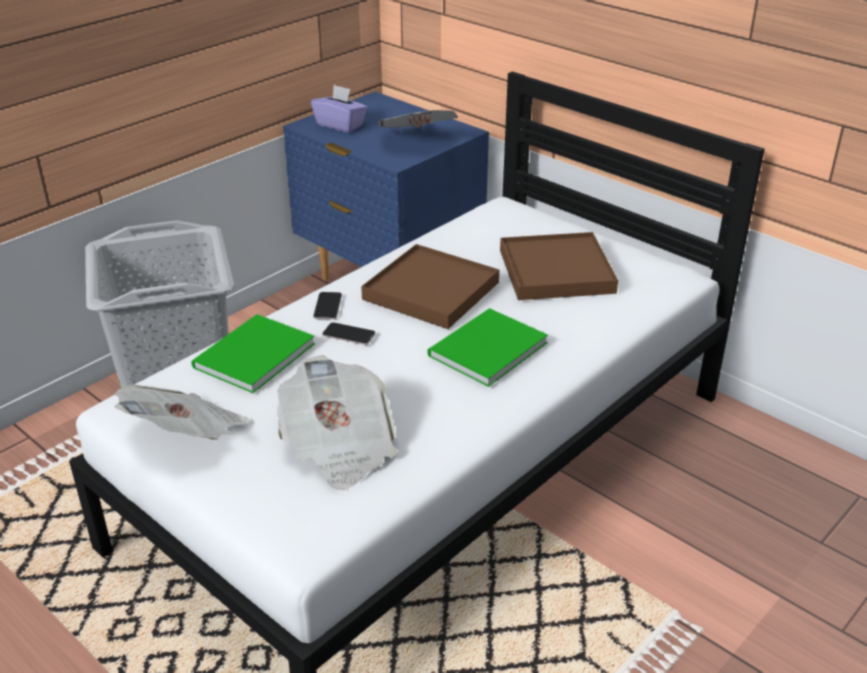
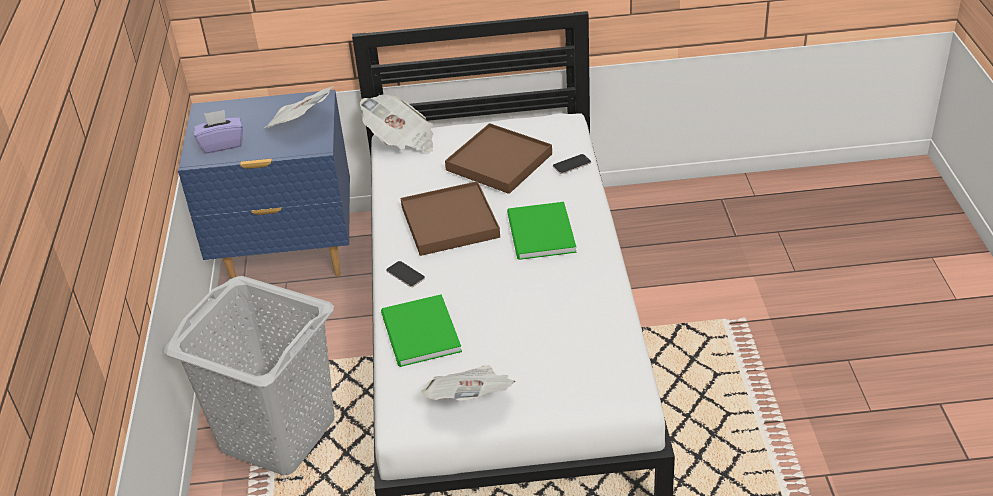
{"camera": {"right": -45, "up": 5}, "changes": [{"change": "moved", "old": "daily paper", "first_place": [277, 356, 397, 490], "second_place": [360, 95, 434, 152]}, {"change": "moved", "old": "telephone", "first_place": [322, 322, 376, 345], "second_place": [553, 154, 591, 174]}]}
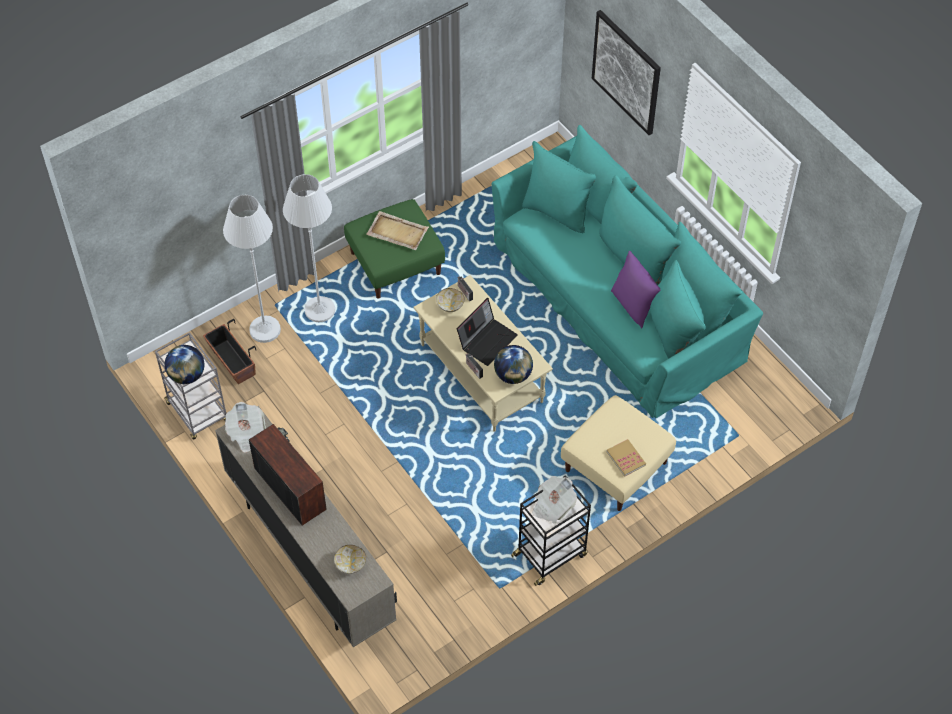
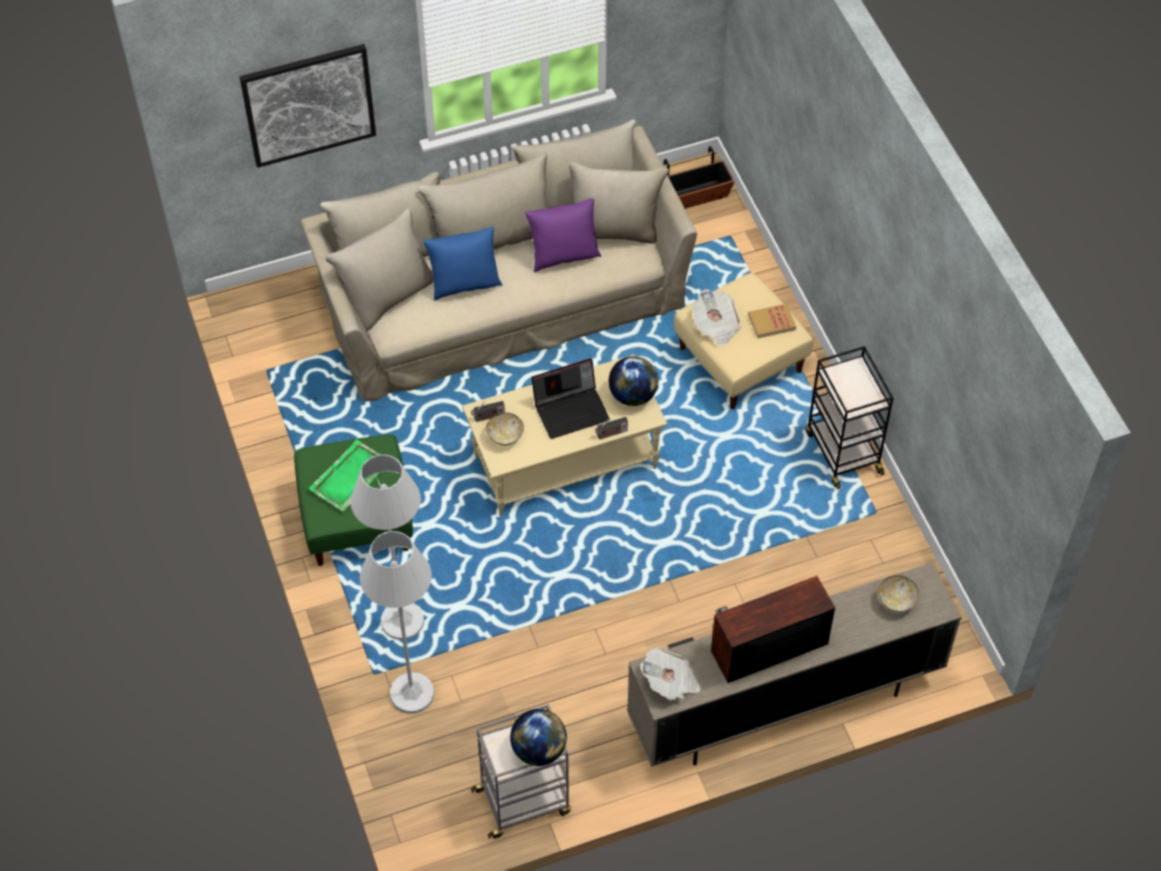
{"camera": {"right": -75, "up": 0}, "changes": [{"change": "added", "new": "cushion (blue)", "second_place": [423, 227, 502, 300]}, {"change": "moved", "old": "flower pot", "first_place": [203, 319, 256, 384], "second_place": [664, 146, 735, 209]}, {"change": "moved", "old": "daily paper", "first_place": [532, 476, 577, 523], "second_place": [692, 289, 741, 347]}, {"change": "recoloured", "old": "tray (sand-coloured)", "new": "tray (green)", "first_place": [366, 211, 429, 250], "second_place": [308, 440, 381, 512]}, {"change": "recoloured", "old": "sofa (turquoise-coloured)", "new": "sofa (sand-coloured)", "first_place": [492, 125, 763, 418], "second_place": [301, 119, 697, 402]}, {"change": "turned", "old": "notebook computer", "first_place": [457, 298, 518, 366], "second_place": [531, 358, 610, 439], "degrees": 105}]}
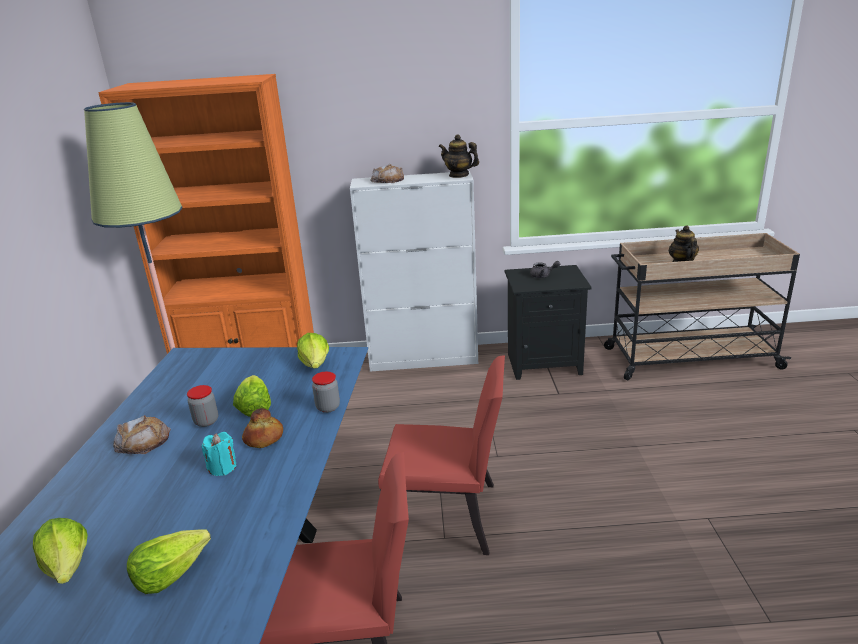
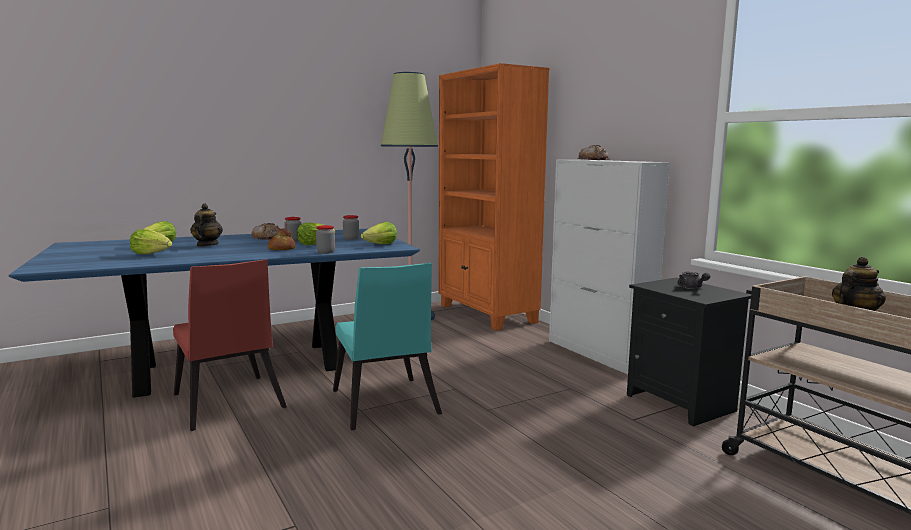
{"camera": {"right": 60, "up": -15}, "changes": [{"change": "removed", "old": "wax light (turquoise-coloured)", "first_place": [202, 432, 237, 476]}, {"change": "added", "new": "preserve jar", "second_place": [343, 215, 359, 240]}, {"change": "moved", "old": "tea pot", "first_place": [439, 134, 479, 178], "second_place": [190, 204, 223, 246]}, {"change": "recoloured", "old": "upright chair (reddish)", "new": "upright chair (turquoise-coloured)", "first_place": [378, 355, 505, 555], "second_place": [333, 263, 442, 430]}]}
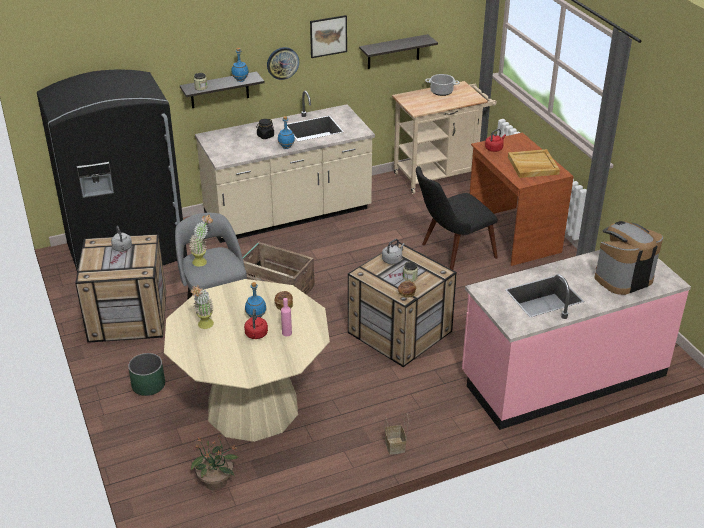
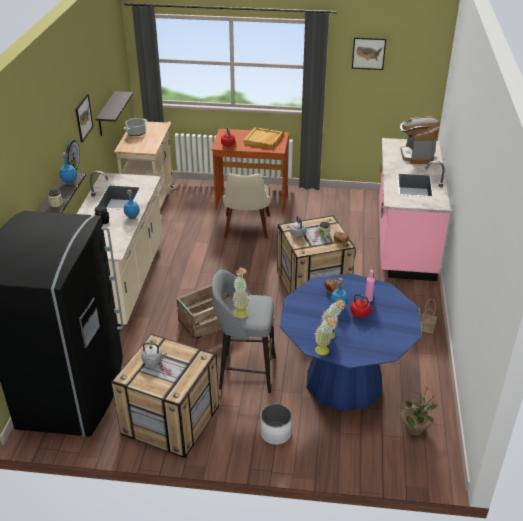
{"camera": {"right": -60, "up": 0}, "changes": [{"change": "added", "new": "houseplant", "second_place": [315, 316, 337, 355]}, {"change": "added", "new": "picture", "second_place": [352, 37, 386, 70]}, {"change": "recoloured", "old": "flower pot (green)", "new": "flower pot (white-coloured)", "first_place": [128, 353, 165, 396], "second_place": [260, 404, 292, 445]}, {"change": "recoloured", "old": "dinner table (sand-coloured)", "new": "dinner table (blue)", "first_place": [164, 279, 330, 442], "second_place": [280, 273, 422, 411]}, {"change": "recoloured", "old": "upright chair (black-coloured)", "new": "upright chair (sand-coloured)", "first_place": [416, 166, 498, 270], "second_place": [223, 173, 270, 239]}]}
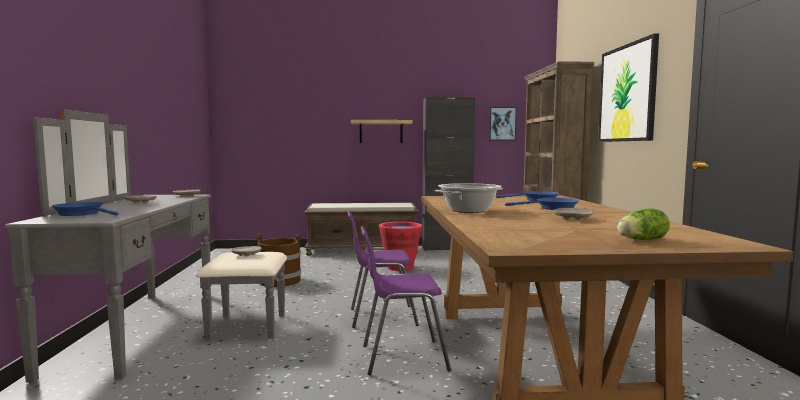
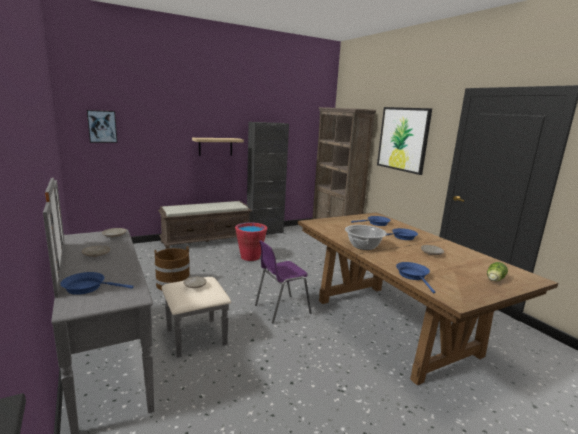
{"camera": {"right": -25, "up": 10}, "changes": [{"change": "removed", "old": "upright chair (purple)", "first_place": [360, 226, 451, 376]}, {"change": "added", "new": "skillet (blue)", "second_place": [396, 262, 435, 293]}, {"change": "moved", "old": "picture", "first_place": [489, 107, 517, 141], "second_place": [87, 110, 117, 143]}]}
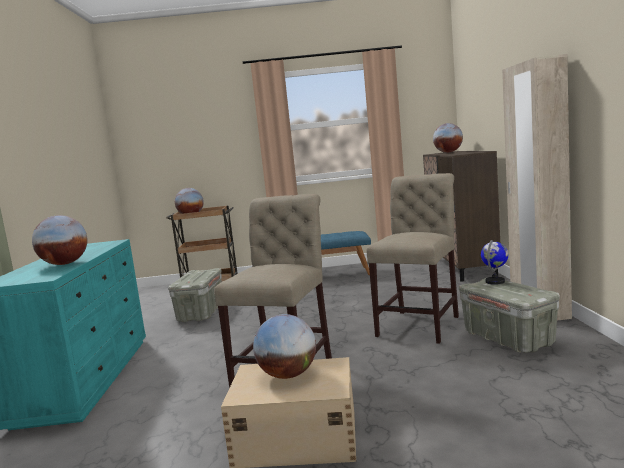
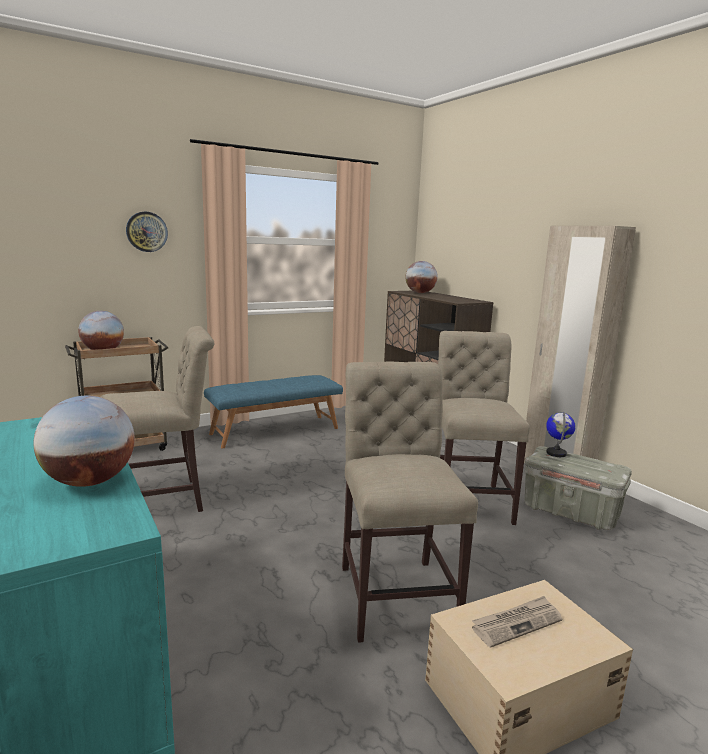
{"camera": {"right": -30, "up": 5}, "changes": [{"change": "added", "new": "wall clock", "second_place": [126, 212, 168, 252]}, {"change": "replaced", "old": "storage box (gray)", "new": "upright chair (sand-coloured)", "first_place": [168, 268, 222, 322], "second_place": [100, 326, 214, 512]}, {"change": "replaced", "old": "world globe", "new": "daily paper", "first_place": [253, 314, 316, 379], "second_place": [472, 596, 562, 648]}]}
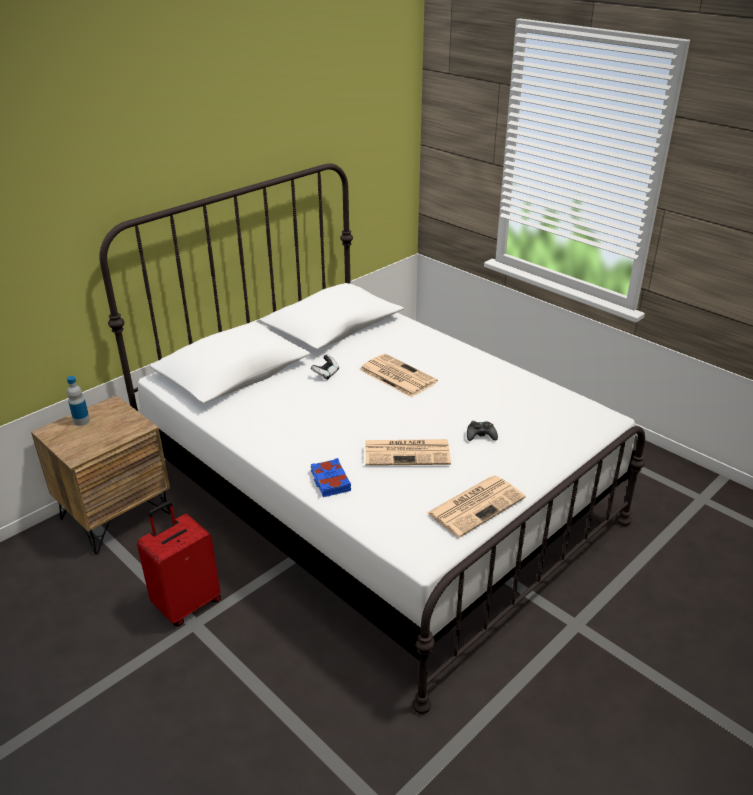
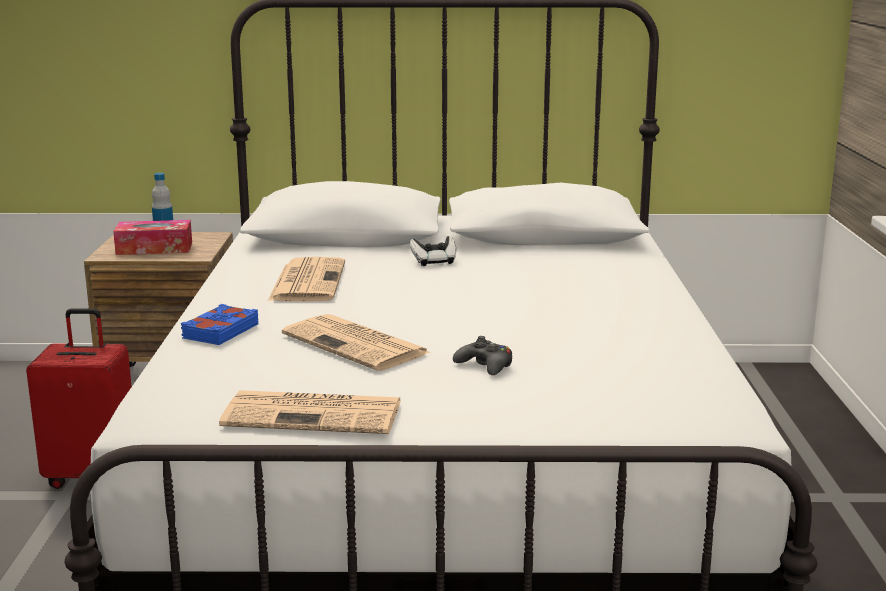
{"camera": {"right": 45, "up": -15}, "changes": [{"change": "added", "new": "tissue holder", "second_place": [113, 220, 192, 255]}, {"change": "moved", "old": "daily paper", "first_place": [360, 354, 438, 397], "second_place": [268, 257, 345, 301]}]}
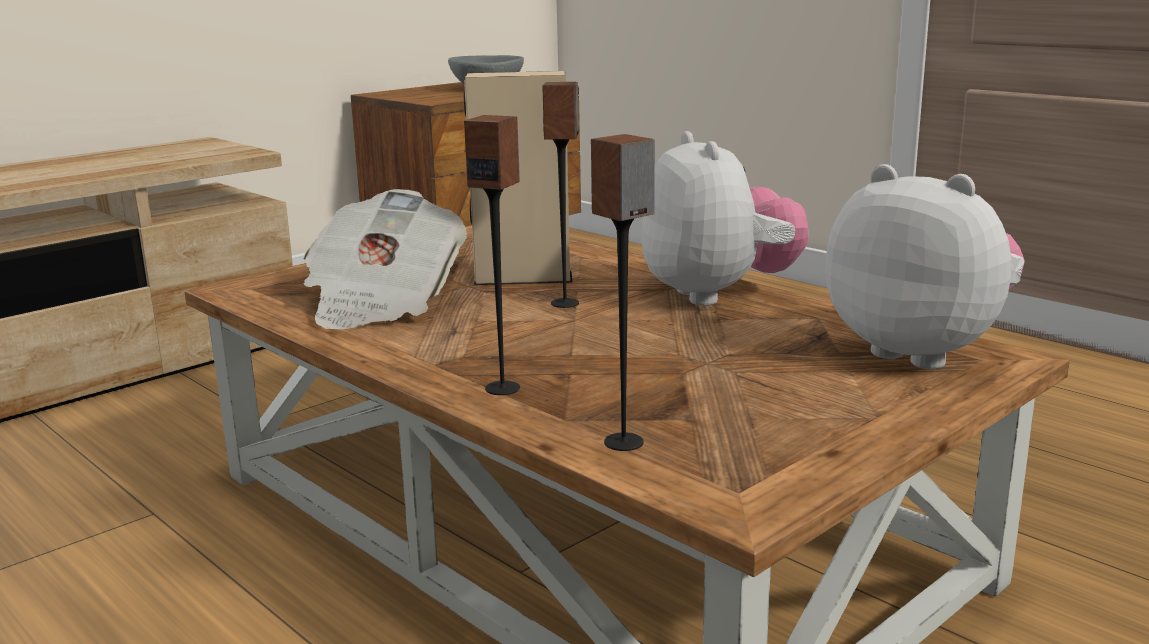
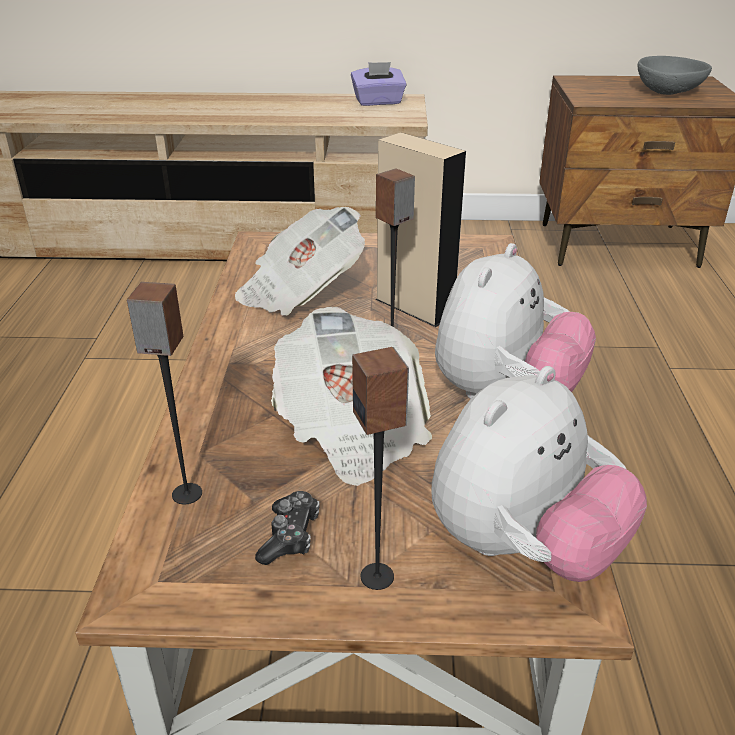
{"camera": {"right": 45, "up": 15}, "changes": [{"change": "added", "new": "joypad", "second_place": [255, 491, 320, 565]}, {"change": "added", "new": "daily paper", "second_place": [271, 307, 432, 486]}, {"change": "added", "new": "tissue holder (purple)", "second_place": [351, 62, 407, 106]}, {"change": "moved", "old": "loudspeaker", "first_place": [464, 115, 520, 395], "second_place": [352, 347, 409, 590]}, {"change": "turned", "old": "soft toy", "first_place": [825, 164, 1025, 369], "second_place": [431, 366, 647, 582], "degrees": 45}]}
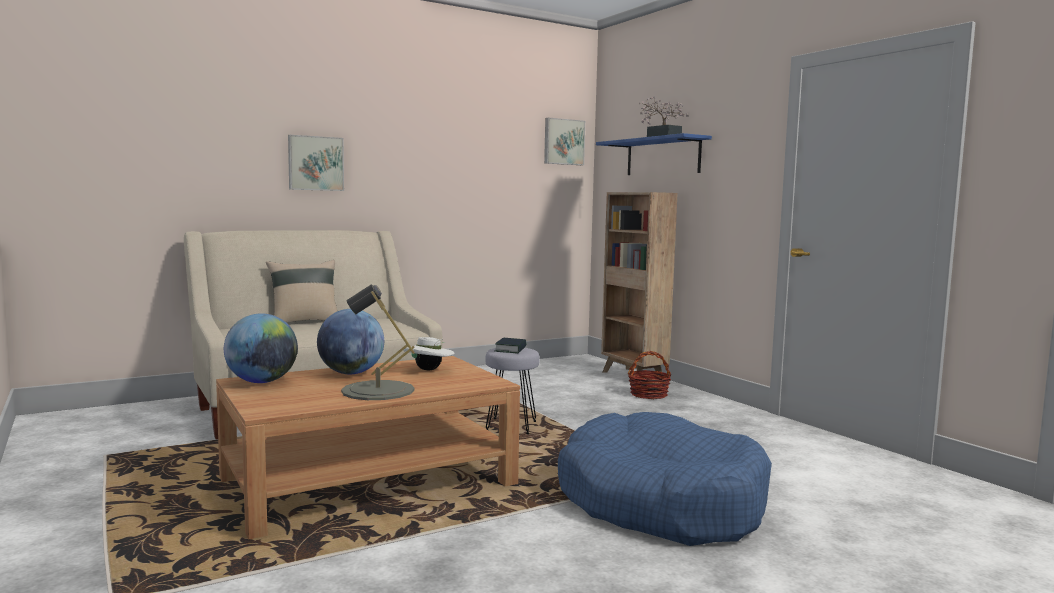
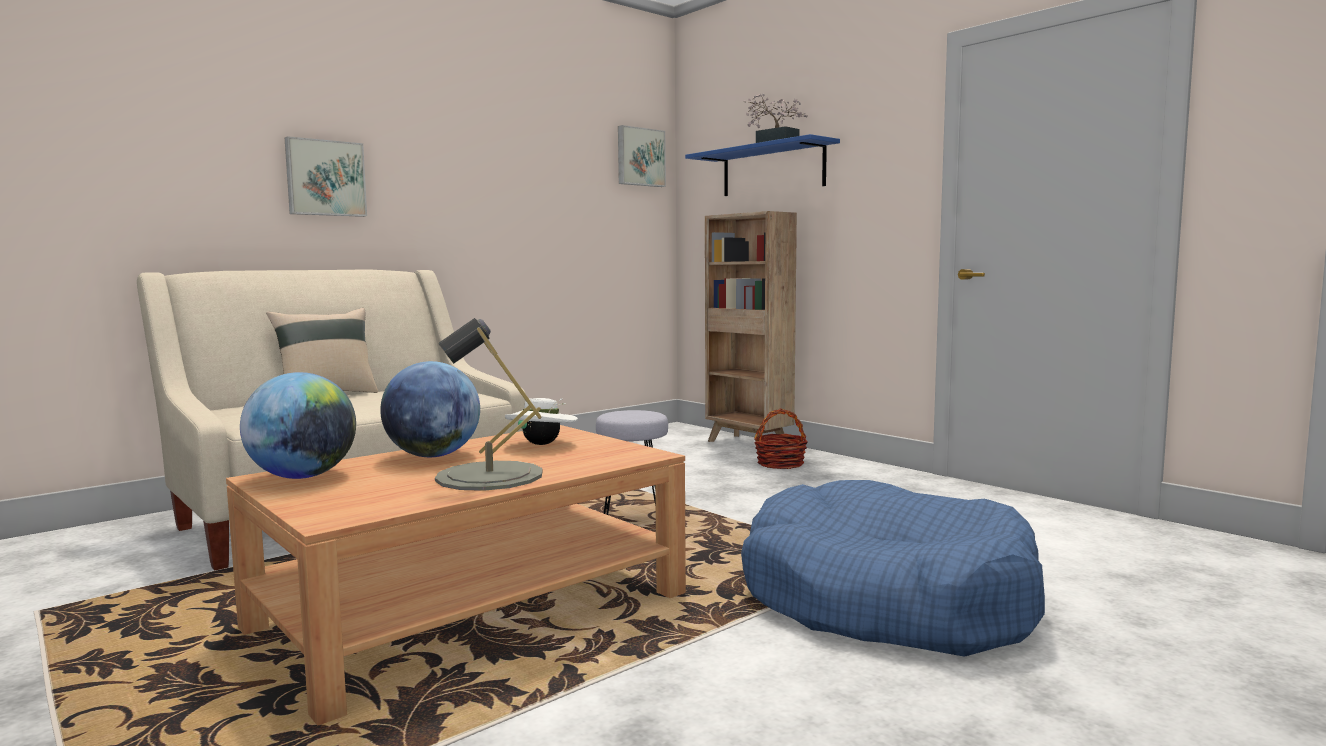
{"camera": {"right": -10, "up": 0}, "changes": [{"change": "removed", "old": "bound book", "first_place": [494, 338, 526, 354]}]}
